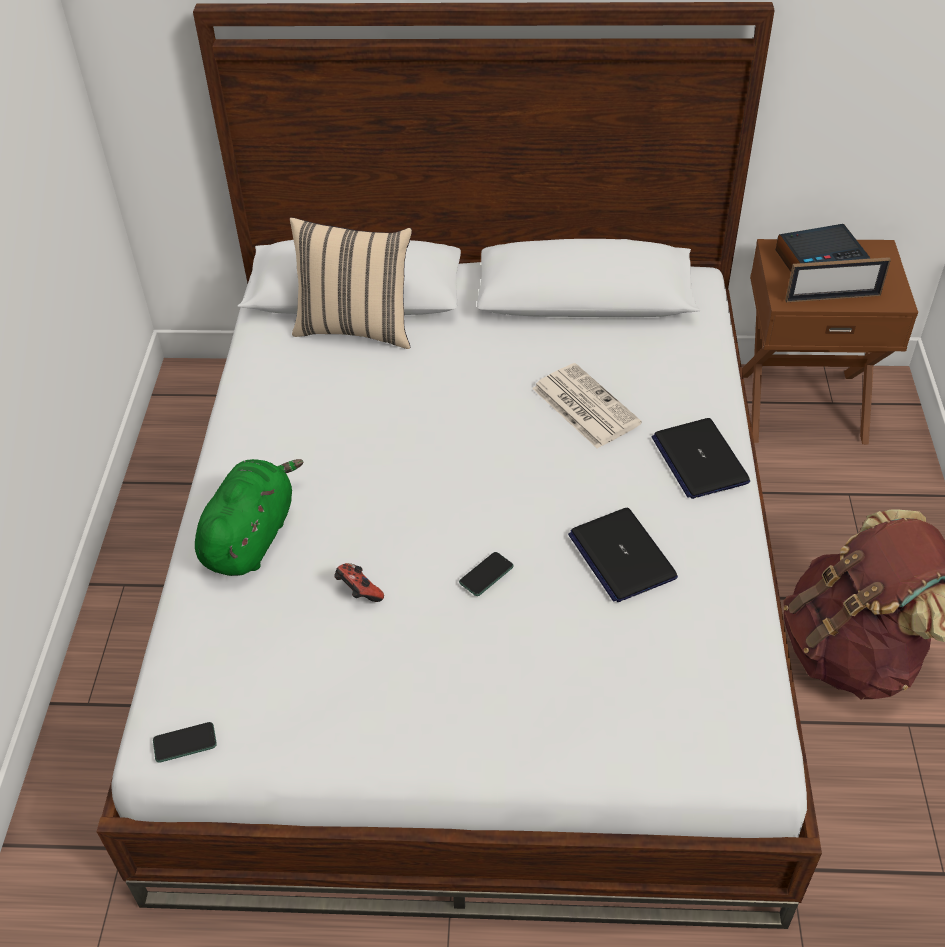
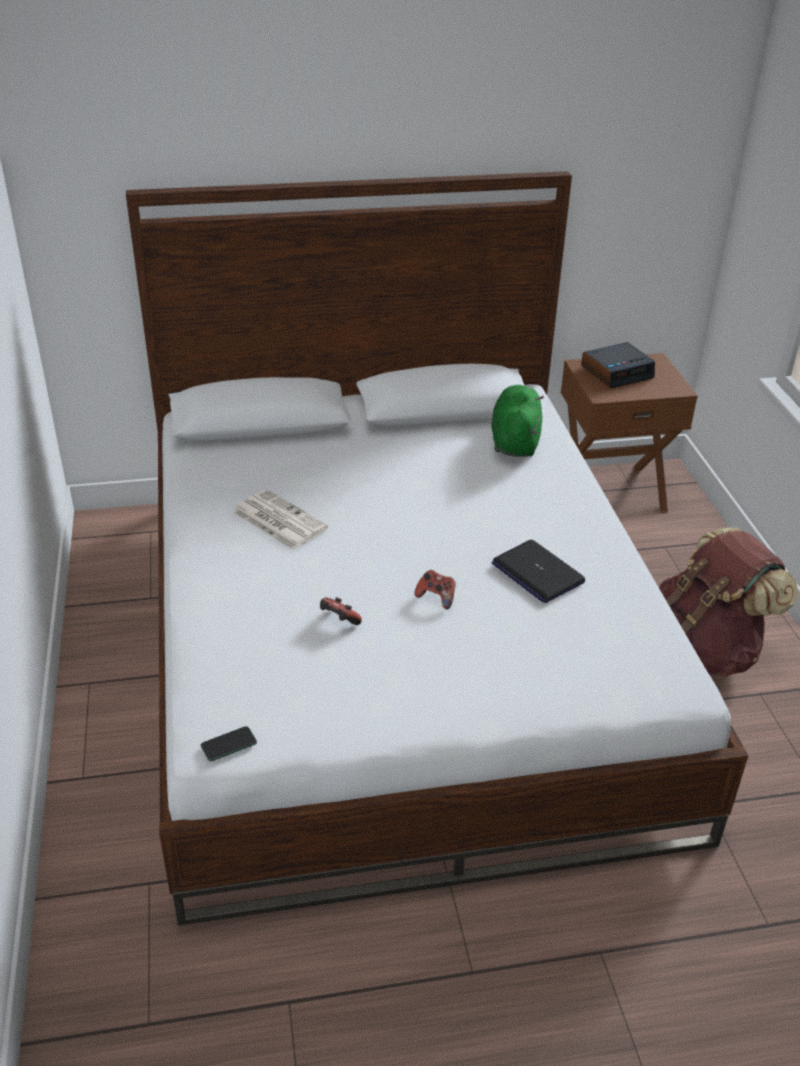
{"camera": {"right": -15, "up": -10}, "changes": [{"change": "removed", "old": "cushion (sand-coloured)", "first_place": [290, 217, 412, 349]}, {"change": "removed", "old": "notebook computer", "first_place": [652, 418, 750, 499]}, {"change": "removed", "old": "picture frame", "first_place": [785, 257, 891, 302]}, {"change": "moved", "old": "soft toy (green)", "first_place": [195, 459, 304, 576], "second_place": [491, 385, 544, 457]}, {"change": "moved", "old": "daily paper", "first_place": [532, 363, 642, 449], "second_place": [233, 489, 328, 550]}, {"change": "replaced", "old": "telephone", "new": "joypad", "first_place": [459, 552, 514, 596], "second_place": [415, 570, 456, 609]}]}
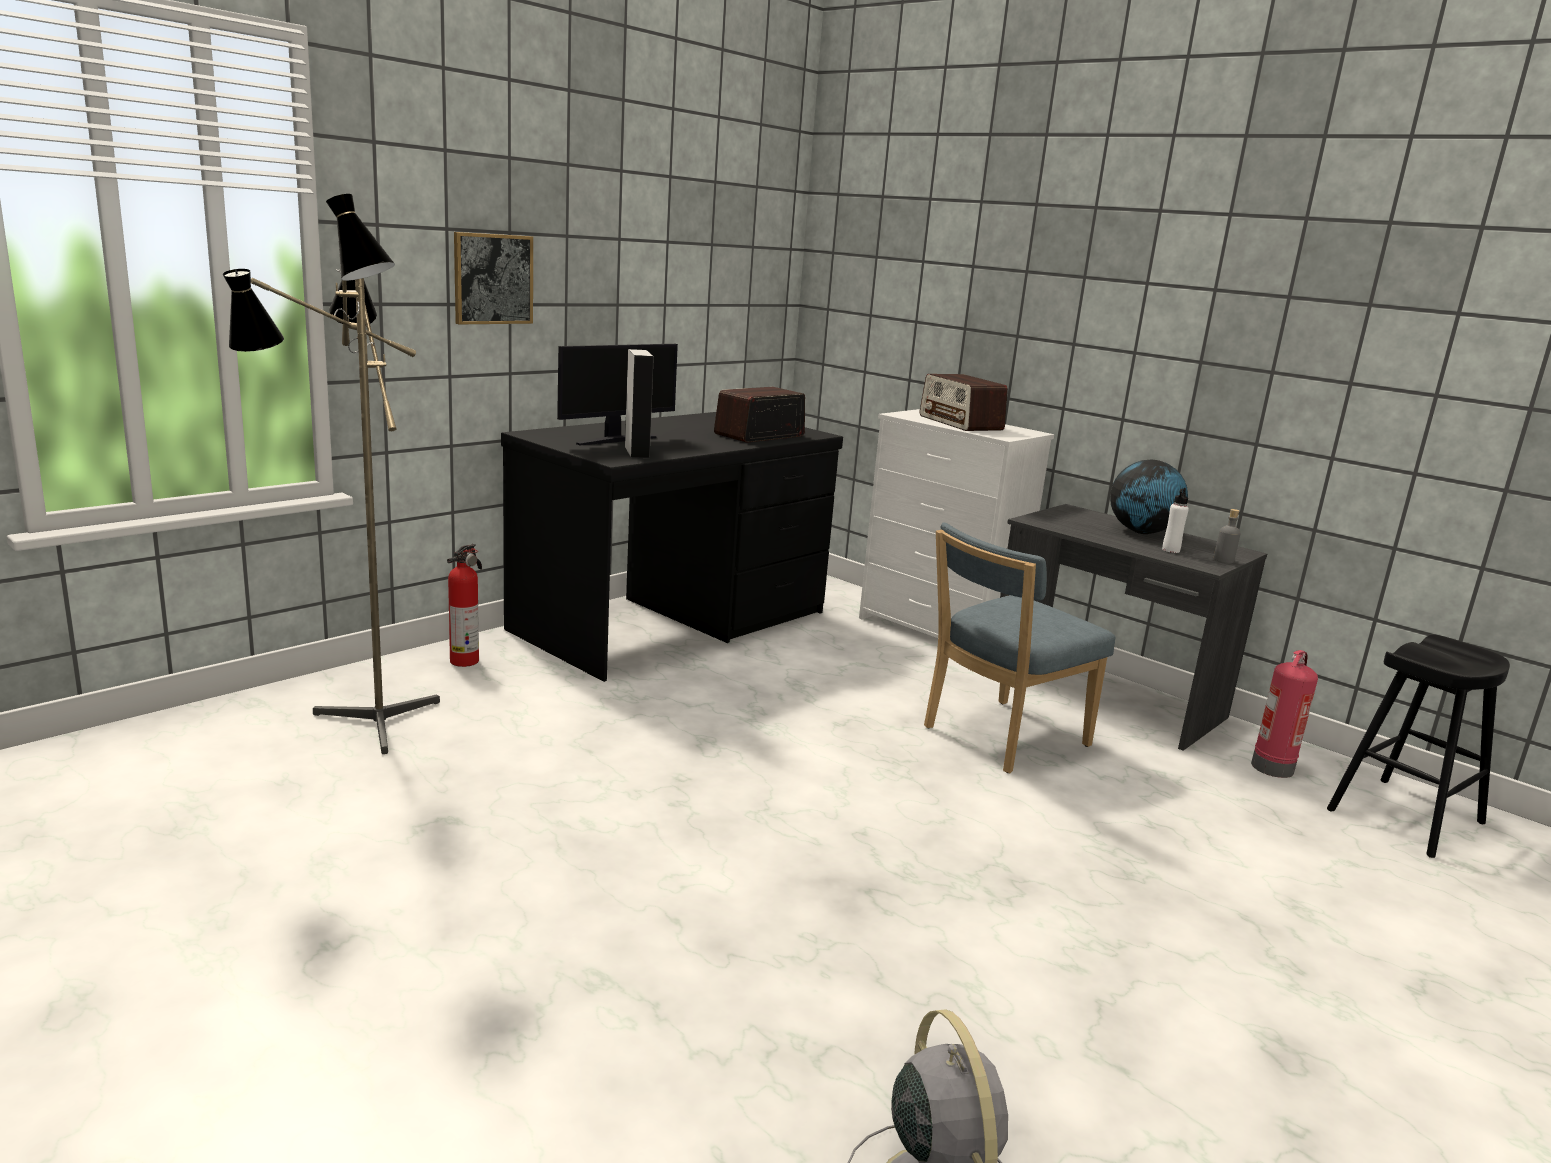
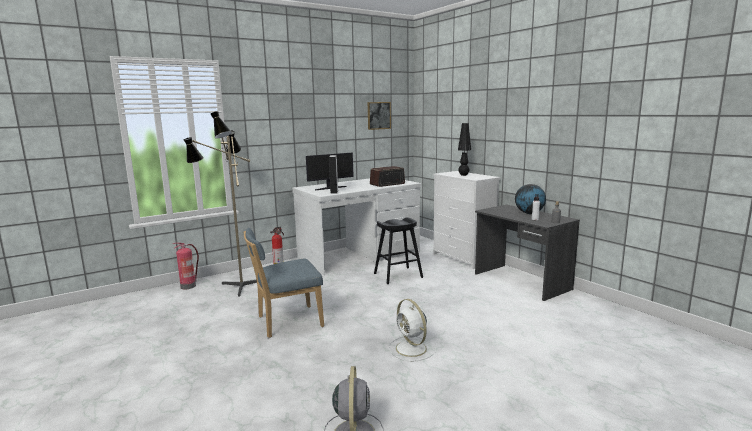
{"camera": {"right": 15, "up": -5}, "changes": [{"change": "added", "new": "electric fan (white-coloured)", "second_place": [389, 299, 436, 362]}, {"change": "moved", "old": "picture", "first_place": [454, 232, 533, 324], "second_place": [368, 102, 391, 130]}, {"change": "moved", "old": "upright chair (blue)", "first_place": [924, 522, 1115, 773], "second_place": [243, 228, 324, 338]}, {"change": "moved", "old": "fire-fighting cylinder", "first_place": [1251, 650, 1318, 778], "second_place": [173, 243, 199, 289]}, {"change": "moved", "old": "sitting stool (black-coloured)", "first_place": [1327, 635, 1510, 858], "second_place": [374, 217, 423, 284]}, {"change": "replaced", "old": "radio set", "new": "tabletop lamp (black-coloured)", "first_place": [920, 374, 1008, 431], "second_place": [458, 123, 471, 176]}, {"change": "recoloured", "old": "desk unit (black-coloured)", "new": "desk unit (white-coloured)", "first_place": [501, 412, 843, 682], "second_place": [292, 178, 421, 275]}]}
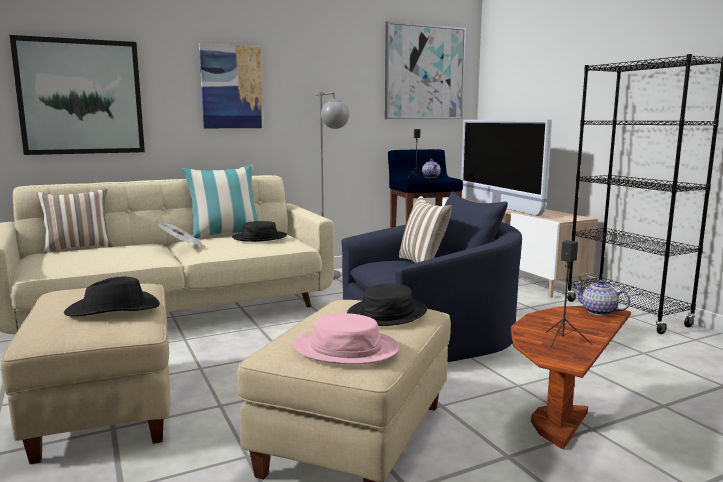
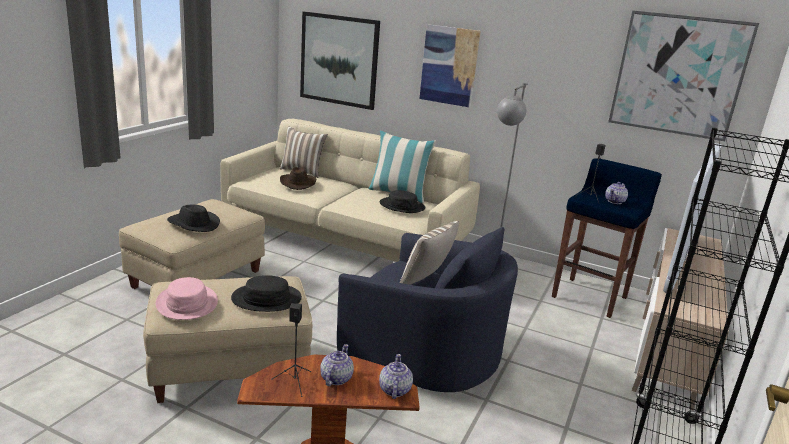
{"camera": {"right": 50, "up": 10}, "changes": [{"change": "removed", "old": "daily paper", "first_place": [154, 221, 205, 247]}, {"change": "added", "new": "hat (brownish)", "second_place": [280, 167, 316, 190]}, {"change": "added", "new": "tea pot", "second_place": [320, 344, 354, 386]}]}
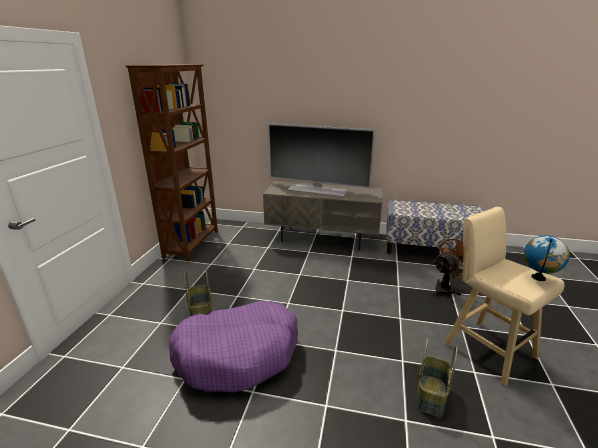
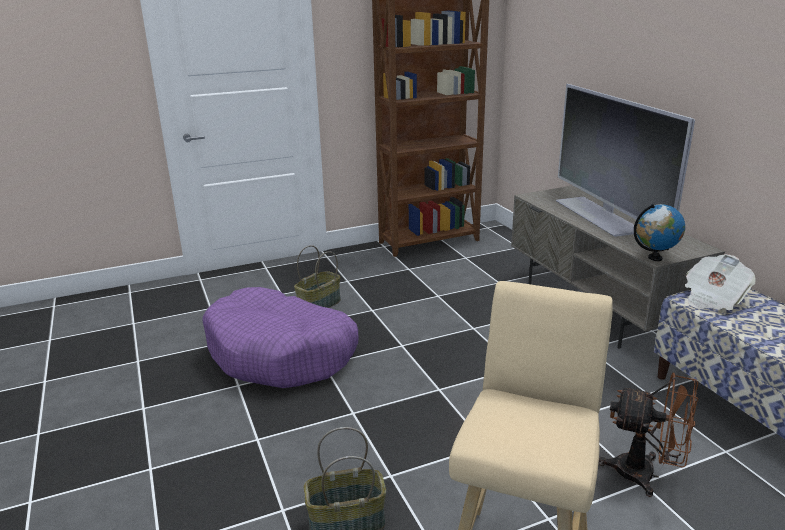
{"camera": {"right": 55, "up": 0}, "changes": [{"change": "added", "new": "daily paper", "second_place": [685, 254, 756, 310]}, {"change": "moved", "old": "world globe", "first_place": [524, 235, 570, 281], "second_place": [634, 204, 685, 261]}]}
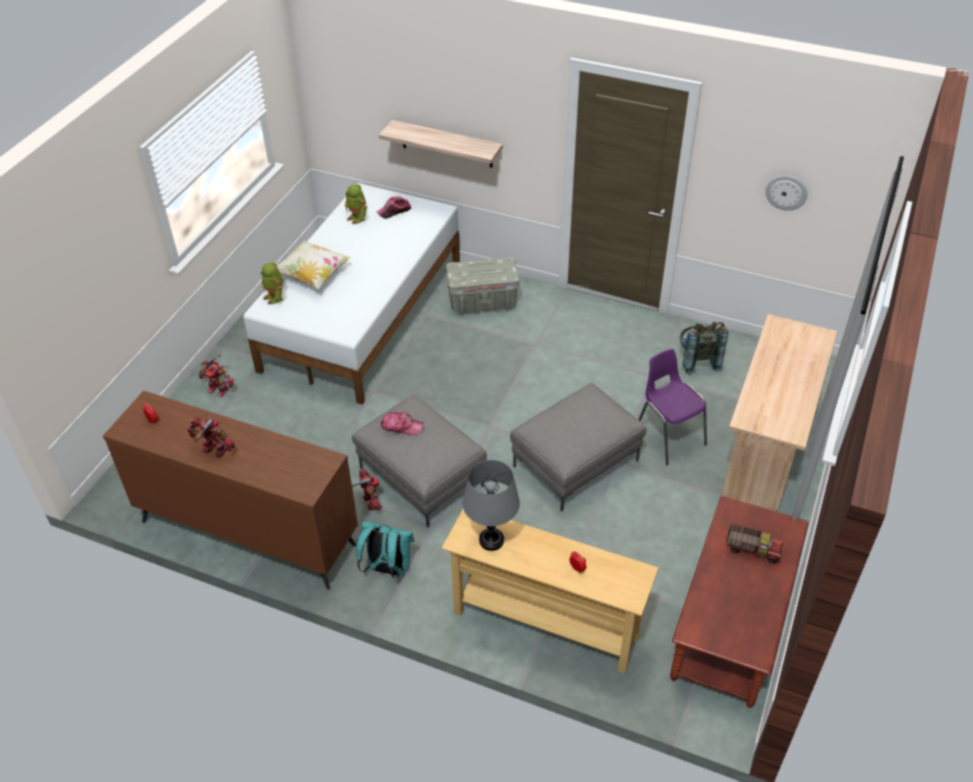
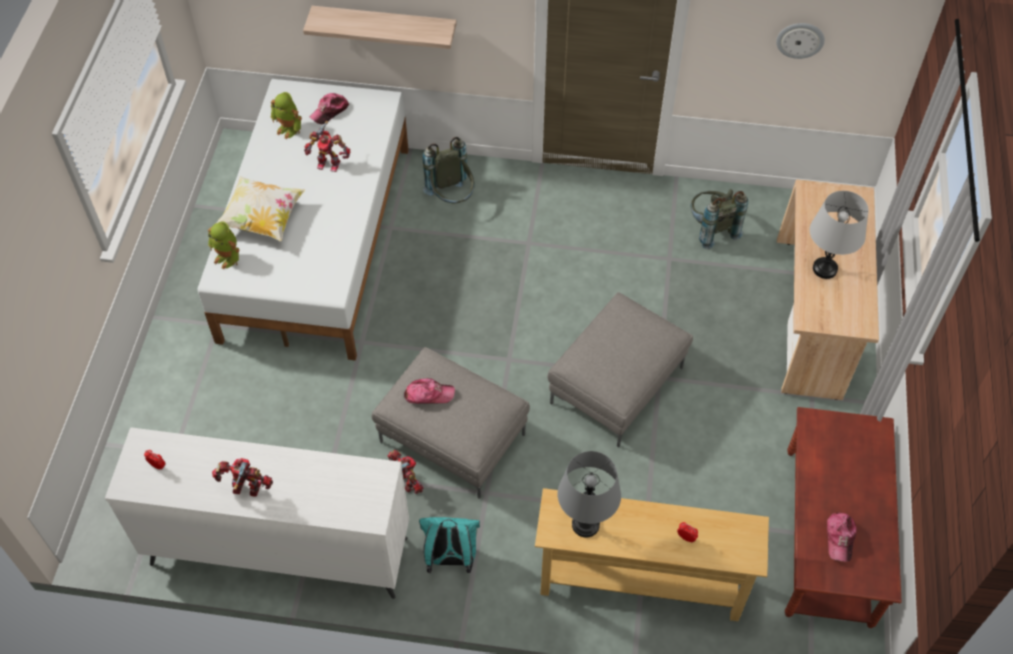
{"camera": {"right": -15, "up": 10}, "changes": [{"change": "removed", "old": "upright chair (purple)", "first_place": [638, 349, 707, 465]}, {"change": "removed", "old": "model truck", "first_place": [727, 523, 784, 564]}, {"change": "added", "new": "tabletop lamp (gray)", "second_place": [810, 191, 868, 279]}, {"change": "added", "new": "peaked cap", "second_place": [827, 513, 857, 562]}, {"change": "moved", "old": "toy robot", "first_place": [199, 353, 234, 397], "second_place": [304, 121, 351, 172]}, {"change": "replaced", "old": "storage box (gray)", "new": "knapsack (gray)", "first_place": [446, 257, 519, 315], "second_place": [423, 137, 475, 204]}, {"change": "recoloured", "old": "chest of drawers (brownish)", "new": "chest of drawers (white-coloured)", "first_place": [103, 391, 358, 590], "second_place": [105, 427, 409, 599]}]}
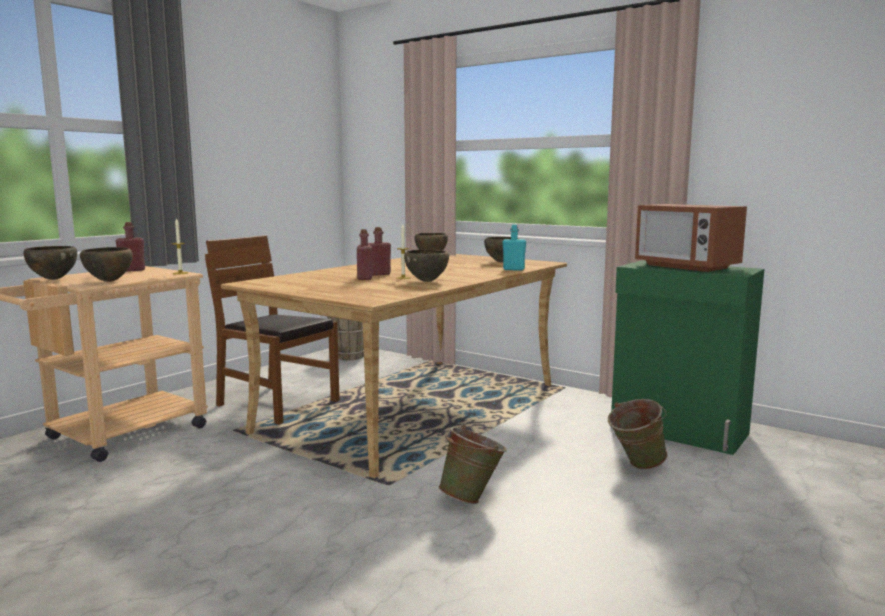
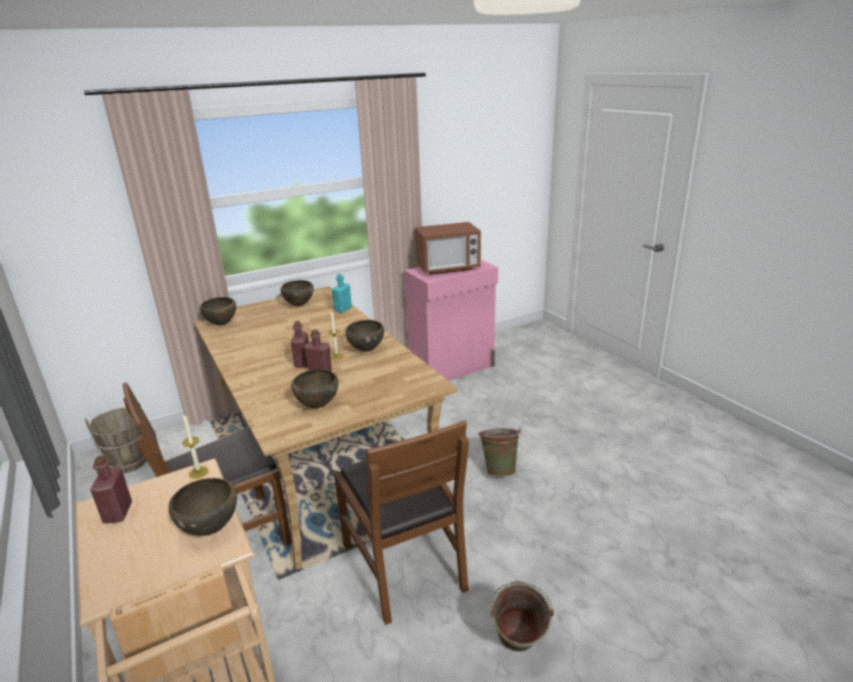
{"camera": {"right": -65, "up": 15}, "changes": [{"change": "added", "new": "upright chair (brownish)", "second_place": [334, 420, 469, 625]}, {"change": "moved", "old": "deep dish (brownish)", "first_place": [23, 246, 77, 280], "second_place": [291, 369, 338, 408]}, {"change": "moved", "old": "pail (green)", "first_place": [608, 399, 668, 469], "second_place": [489, 581, 554, 652]}, {"change": "recoloured", "old": "cabinet (green)", "new": "cabinet (pinkish)", "first_place": [611, 260, 764, 455], "second_place": [404, 260, 498, 381]}]}
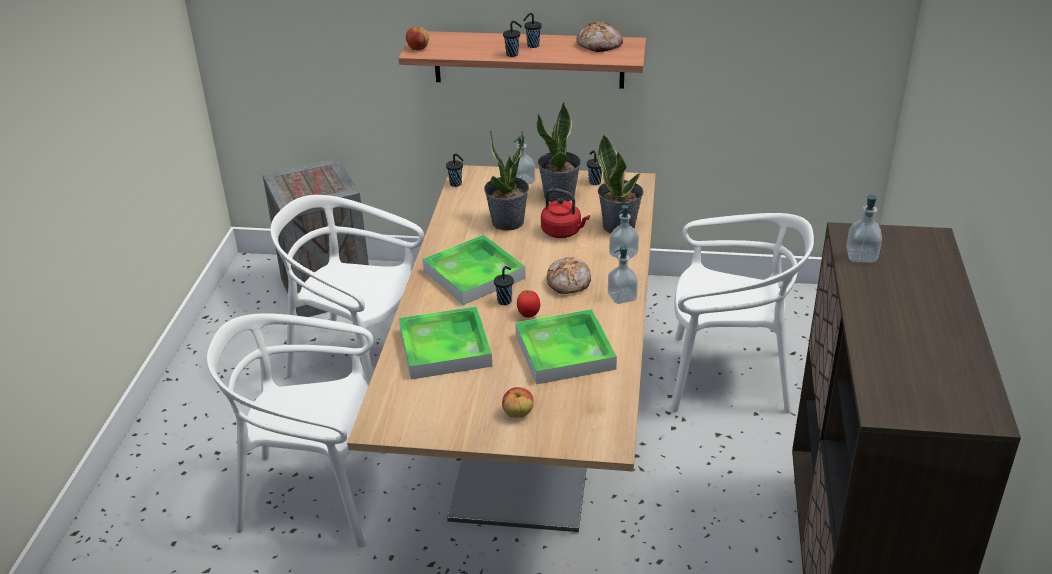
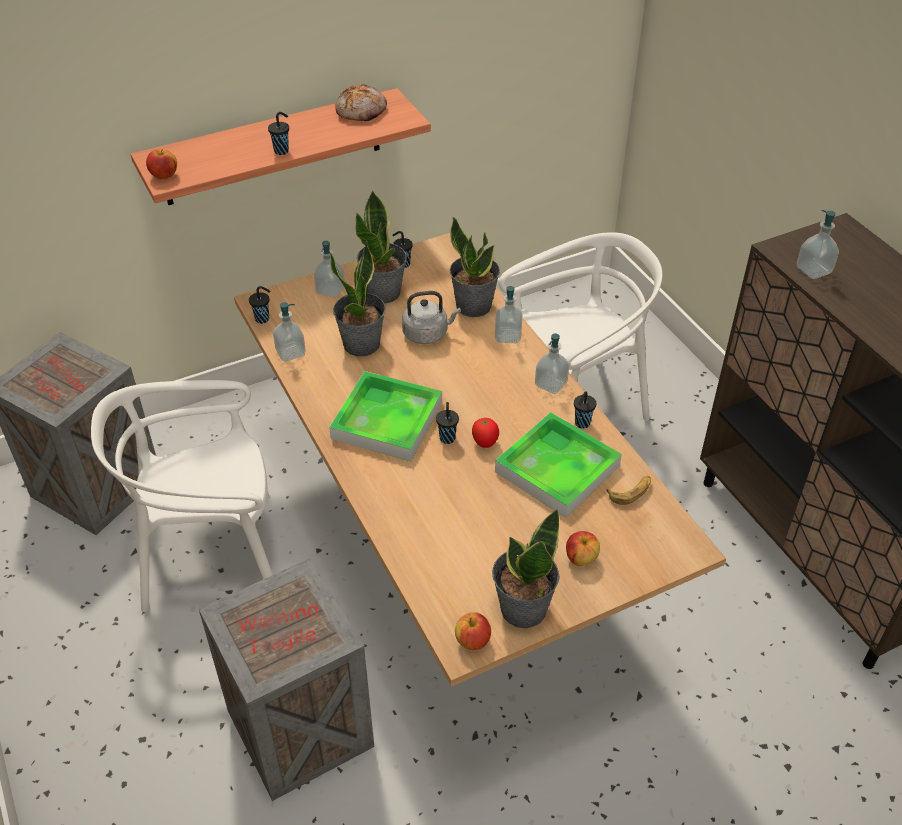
{"camera": {"right": -35, "up": 10}, "changes": [{"change": "removed", "old": "tray", "first_place": [399, 306, 492, 379]}, {"change": "removed", "old": "bread", "first_place": [547, 257, 591, 294]}, {"change": "added", "new": "soap dispenser", "second_place": [273, 302, 306, 361]}, {"change": "added", "new": "apple fruit", "second_place": [455, 612, 491, 650]}, {"change": "added", "new": "houseplant", "second_place": [492, 508, 560, 629]}, {"change": "added", "new": "whole banana", "second_place": [606, 476, 651, 505]}, {"change": "moved", "old": "cup (black-coloured)", "first_place": [523, 13, 542, 48], "second_place": [574, 391, 596, 429]}, {"change": "replaced", "old": "upright chair (white-coloured)", "new": "shipping crate", "first_place": [207, 313, 386, 548], "second_place": [199, 559, 374, 801]}, {"change": "recoloured", "old": "kettle (reddish)", "new": "kettle (gray)", "first_place": [541, 188, 590, 238], "second_place": [402, 291, 461, 344]}]}
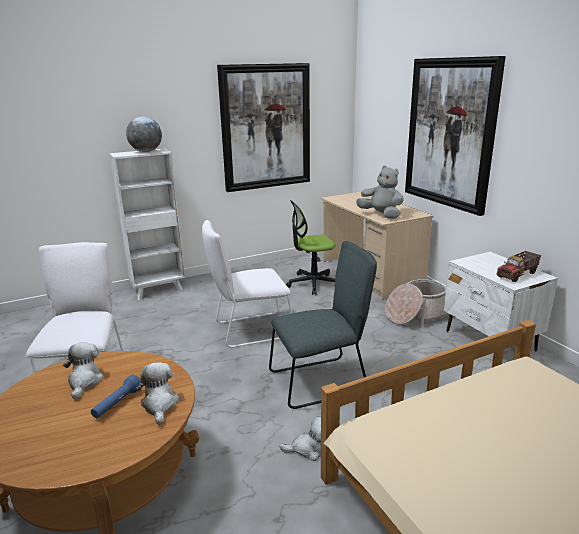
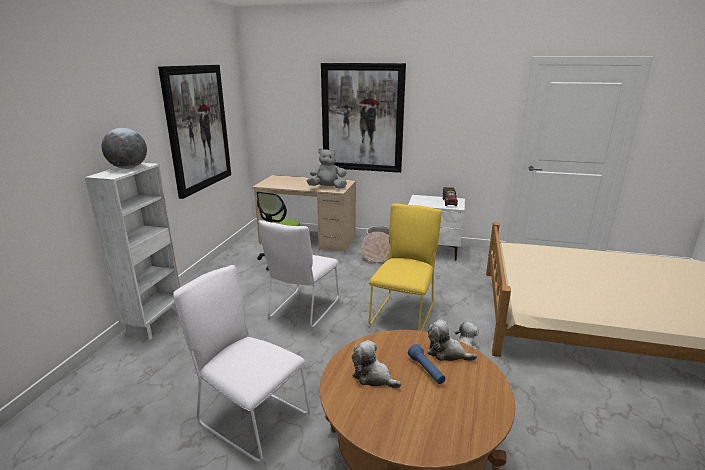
{"camera": {"right": -50, "up": 0}, "changes": [{"change": "recoloured", "old": "upright chair (gray)", "new": "upright chair (yellow)", "first_place": [269, 241, 377, 409], "second_place": [368, 203, 442, 331]}]}
